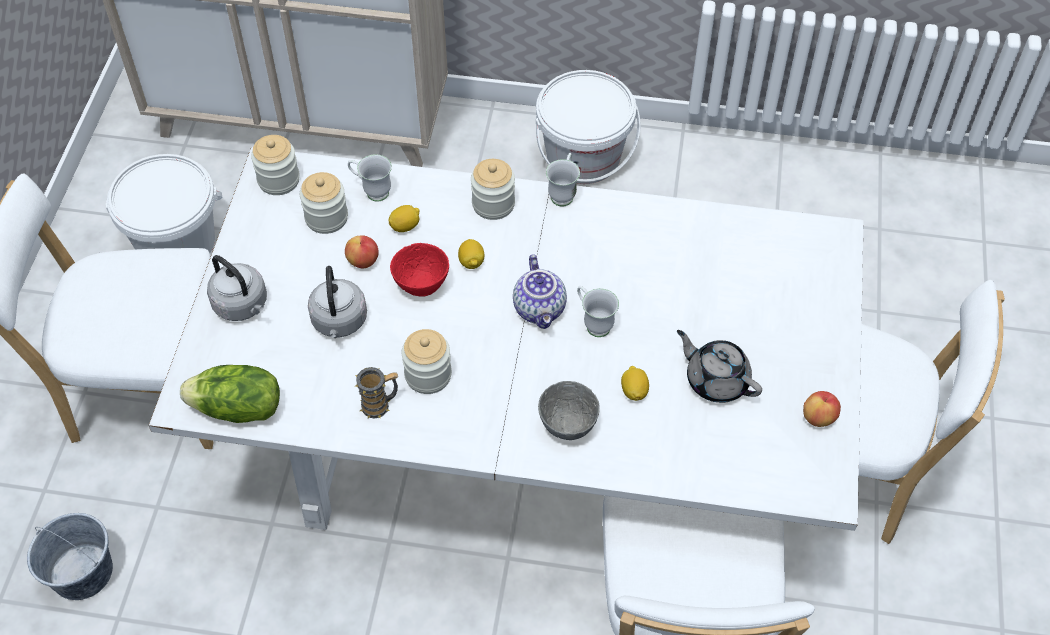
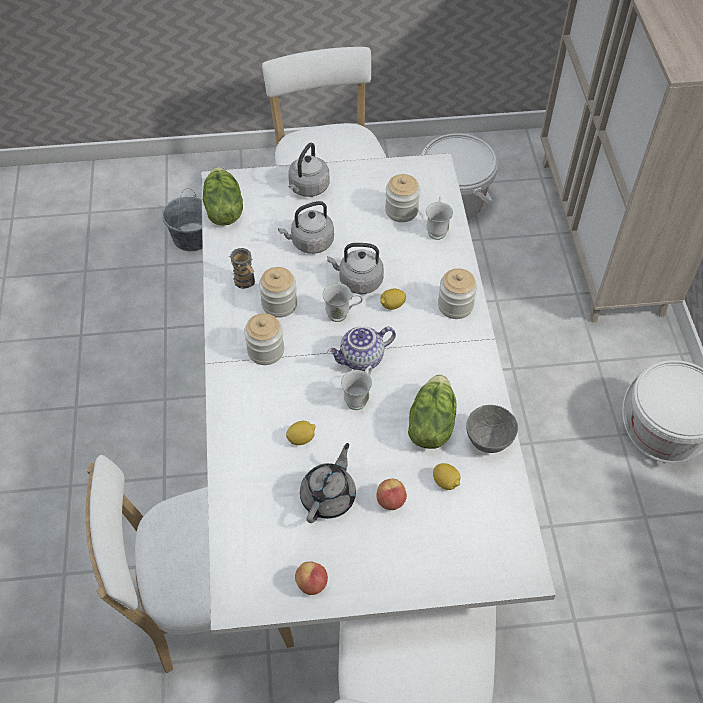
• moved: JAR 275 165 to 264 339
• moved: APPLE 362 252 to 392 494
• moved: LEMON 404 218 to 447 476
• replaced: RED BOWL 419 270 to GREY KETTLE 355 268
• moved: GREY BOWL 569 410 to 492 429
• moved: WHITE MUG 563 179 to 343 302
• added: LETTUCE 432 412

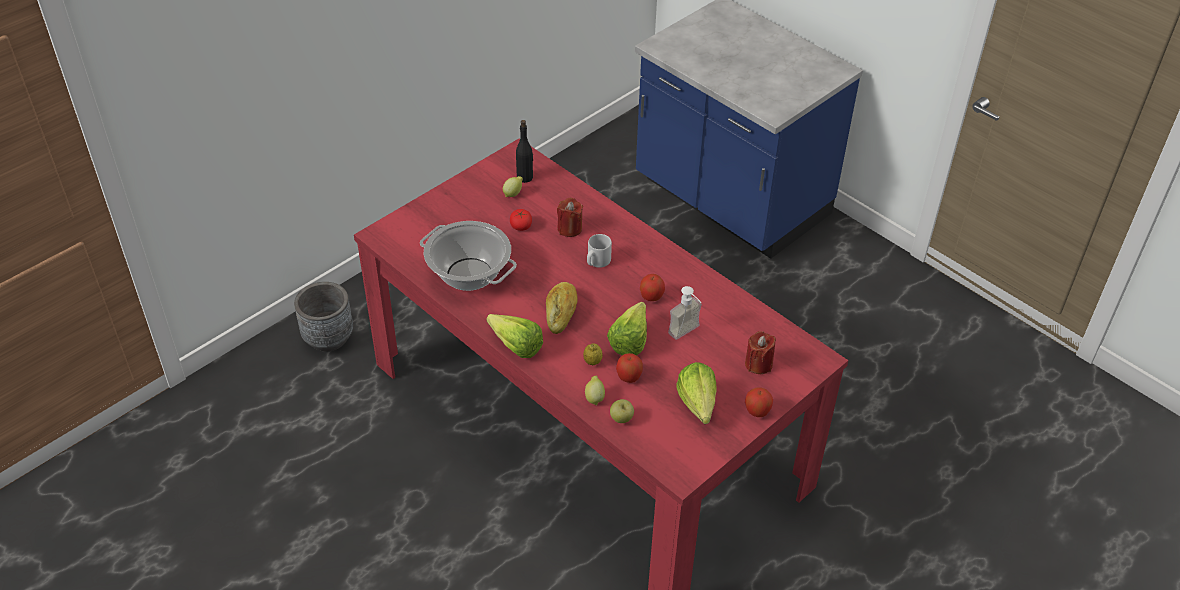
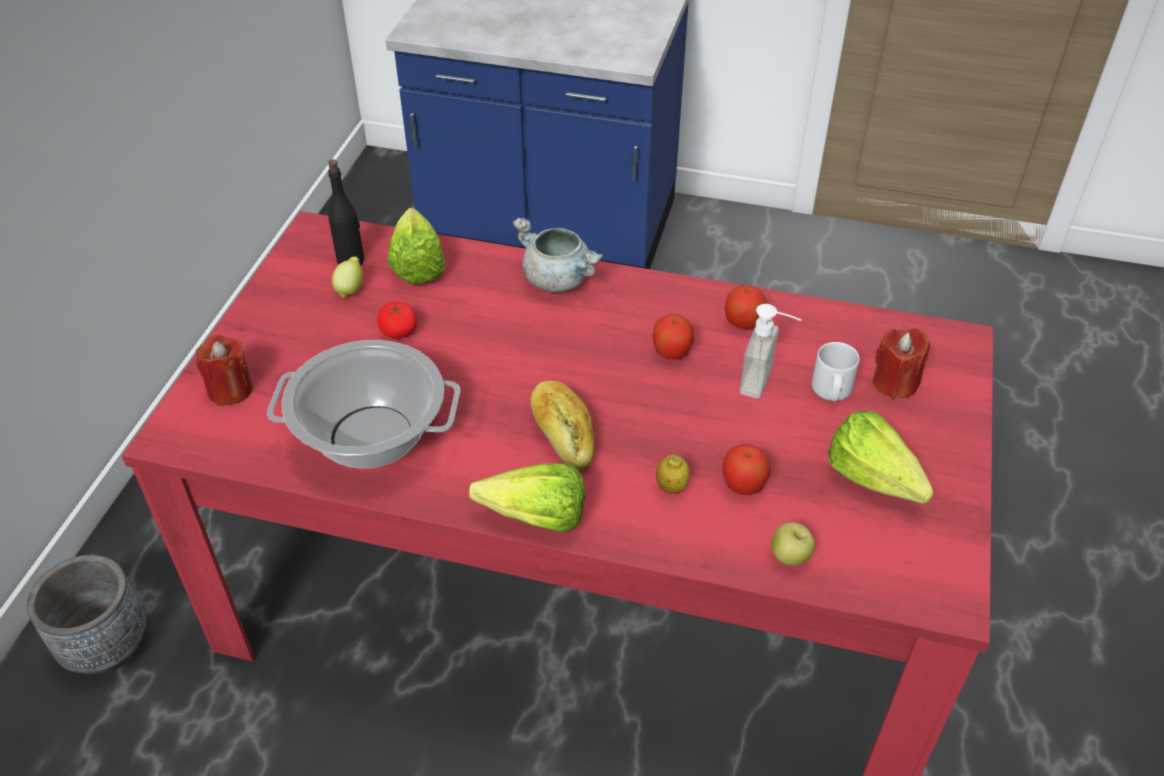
• moved: RED CANDLE 570 217 to 224 370
• removed: LEMON 595 391
• moved: GREY MUG 599 251 to 836 371
• moved: LETTUCE 627 328 to 417 246
• moved: APPLE 759 402 to 745 307
• added: GREY COOKING POT 557 255

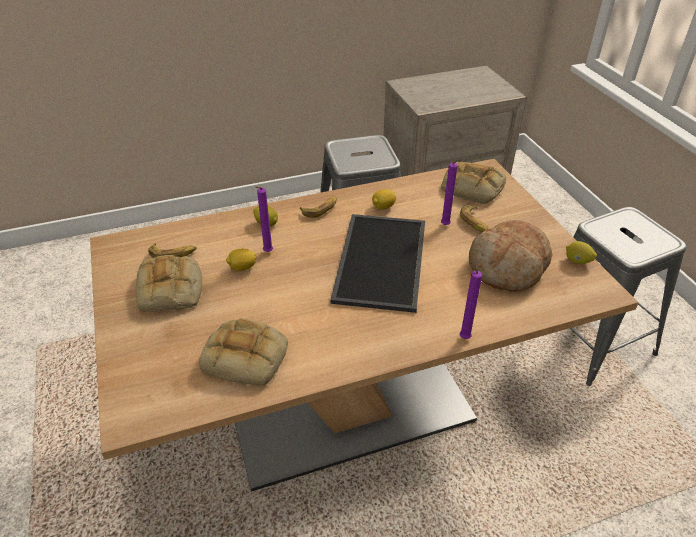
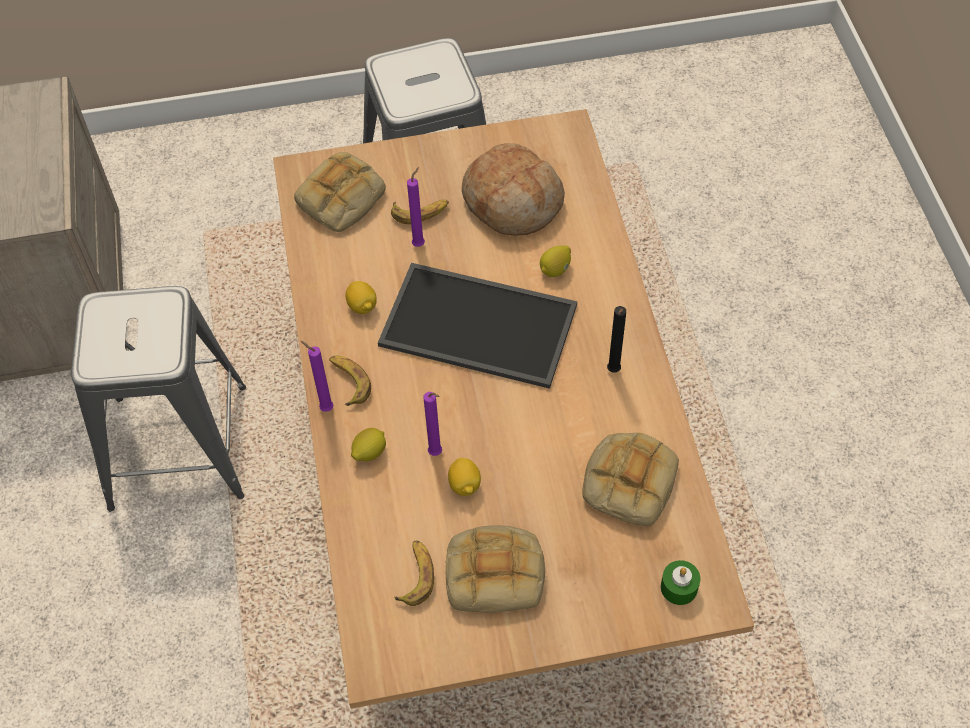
• moved: PURPLE CANDLE 471 299 to 317 376
• moved: LEMON 581 252 to 555 261
• added: BLACK CANDLE 616 339
• added: GREEN CANDLE 680 582

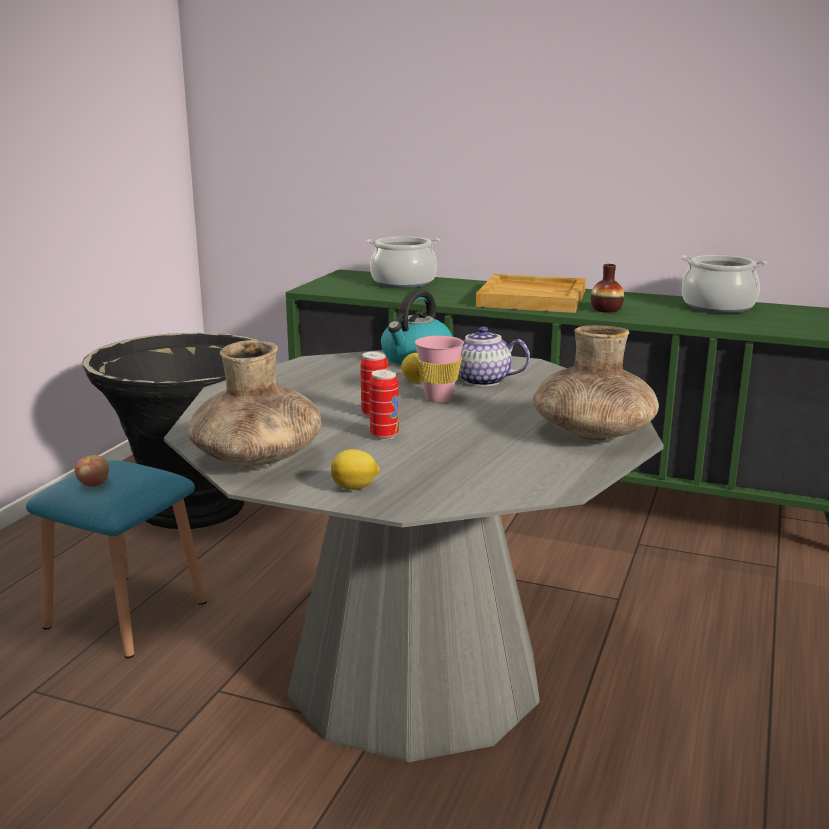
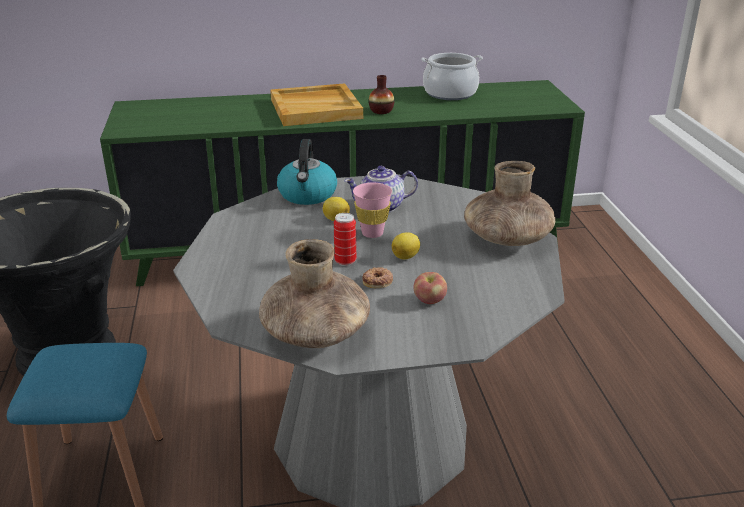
• moved: APPLE 91 471 to 430 288
• moved: LEMON 355 469 to 406 246
• removed: COOKING POT 403 262
• replaced: CAN 384 405 to DONUT 377 277

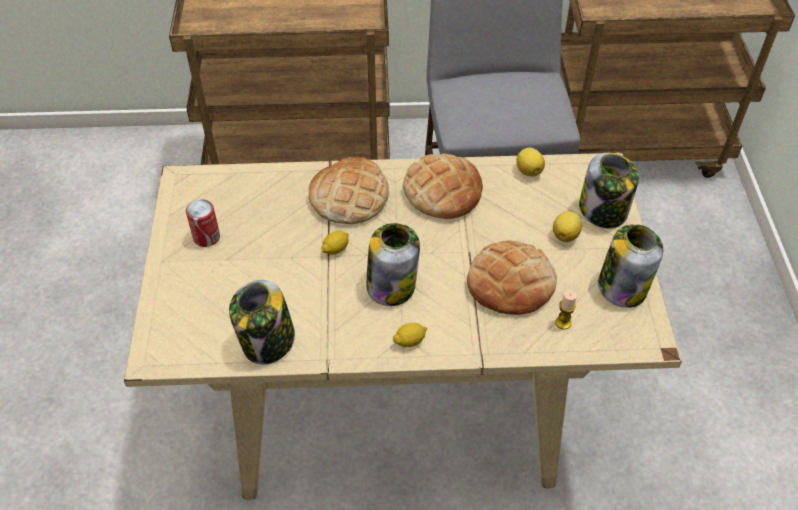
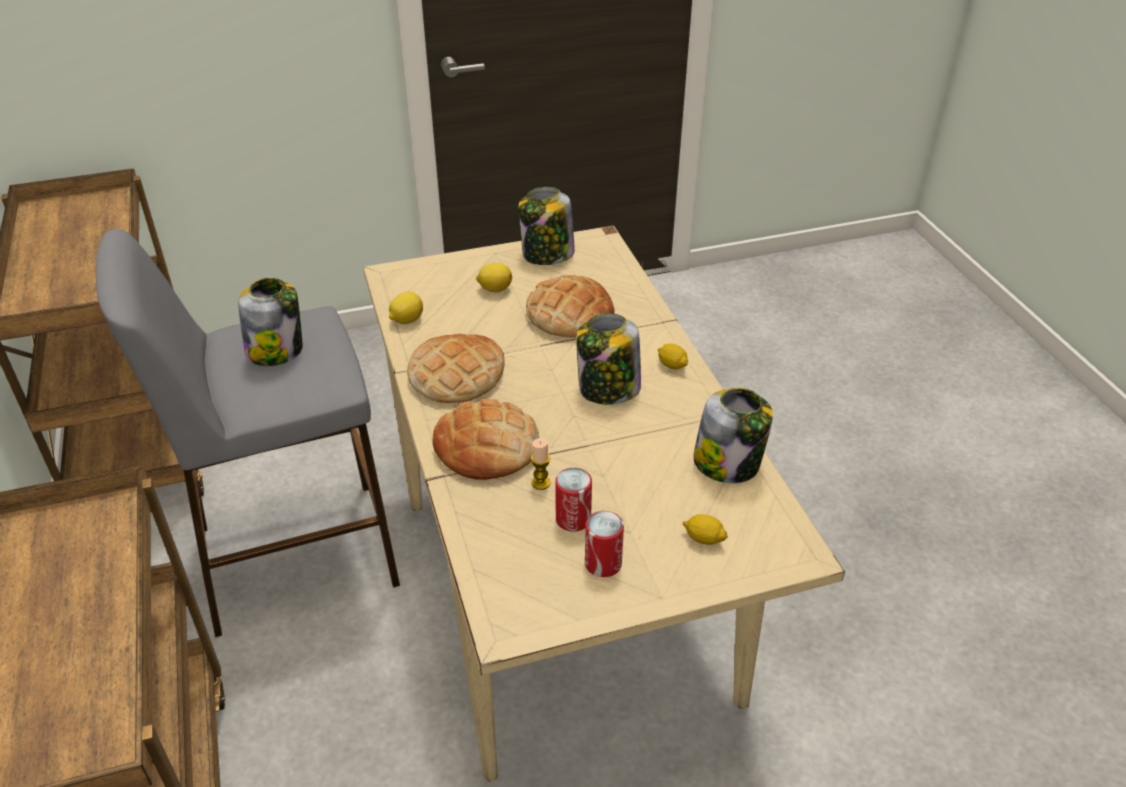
• moved: LEMON 335 243 to 705 529
• moved: CANDLE 566 309 to 540 464
• moved: JAR 609 190 to 270 322
• added: CAN 573 500

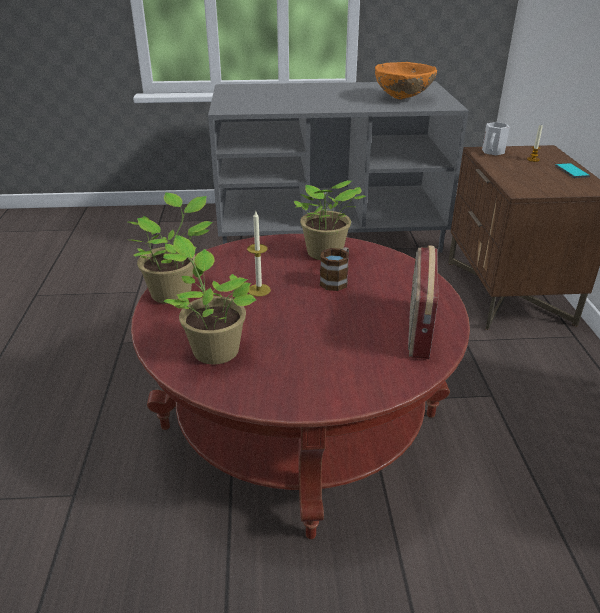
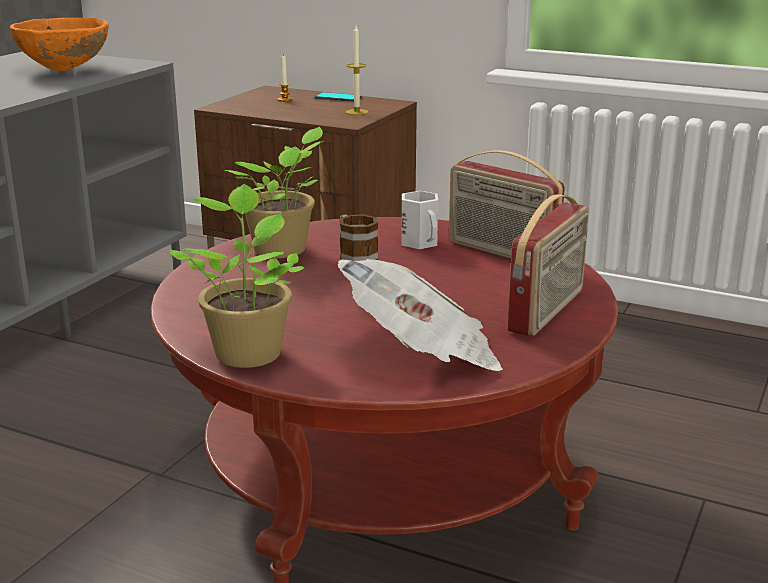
• replaced: POTTED PLANT 209 299 to NEWSPAPER 420 315
• moved: CANDLE 259 254 to 357 70
• moved: WHITE MUG 496 138 to 419 220
• added: RADIO 548 265

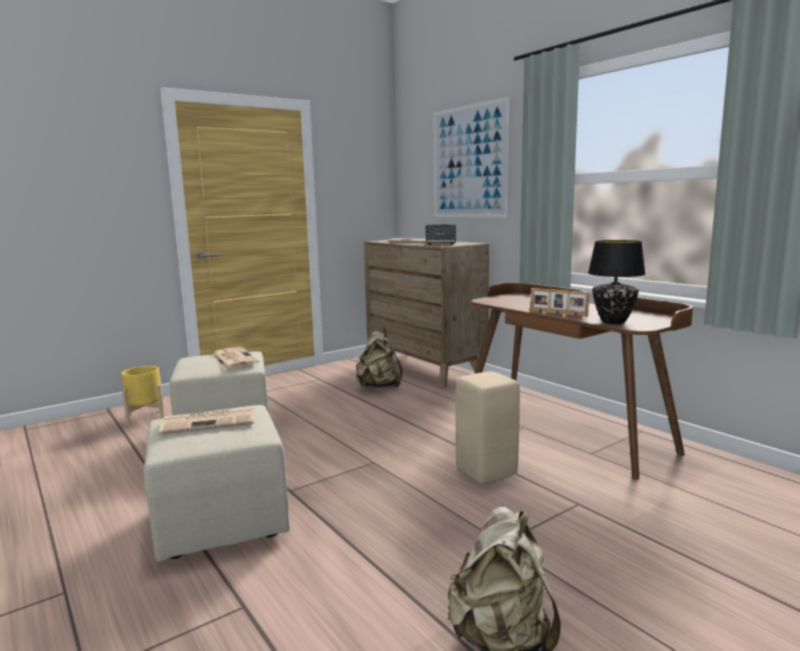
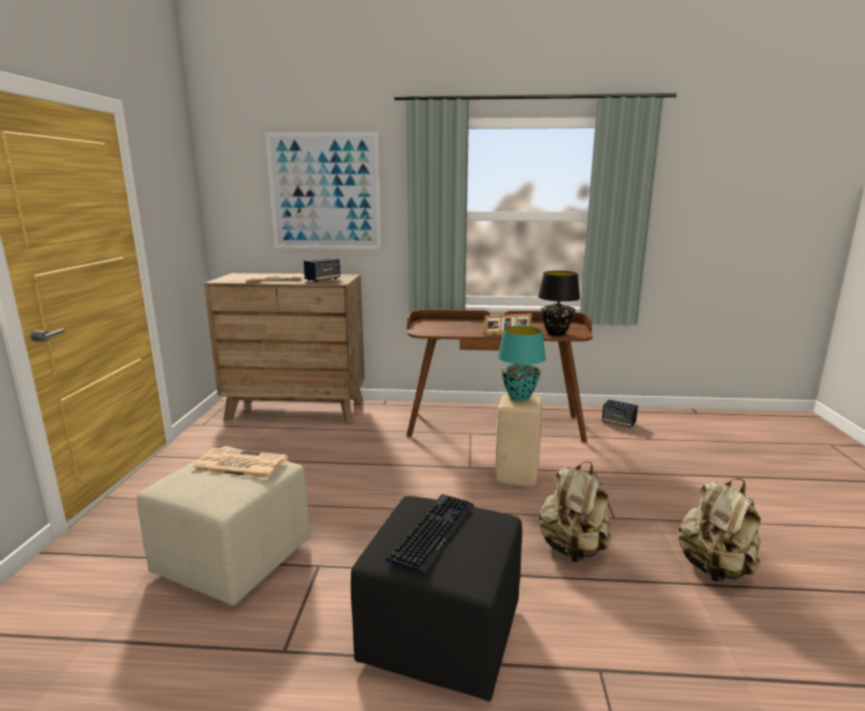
• removed: YELLOW PLANTER 142 396
• recoloured: BEIGE OTTOMAN 217 483 to BLACK OTTOMAN 436 599
• replaced: NEWSPAPER 206 420 to KEYBOARD 430 534
• moved: BEIGE BACKPACK 379 358 to 575 511
• added: TURQUOISE TABLE LAMP 522 363
• added: SPEAKER 620 413

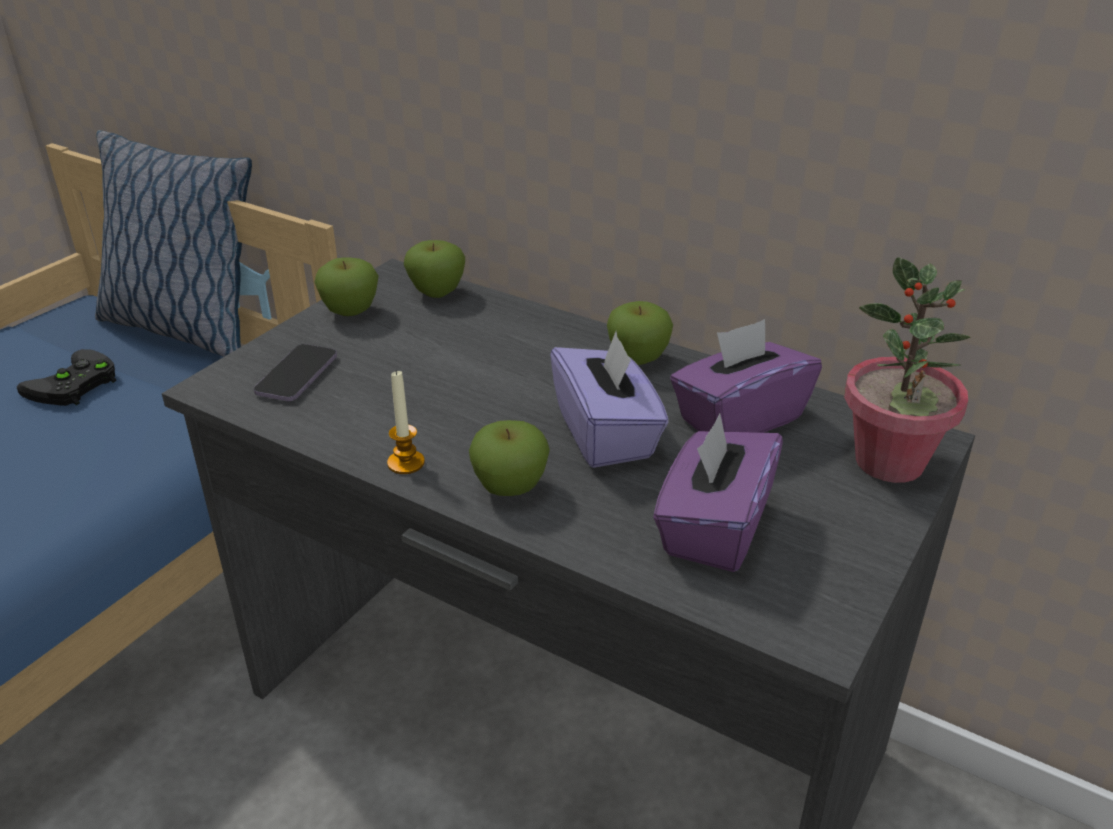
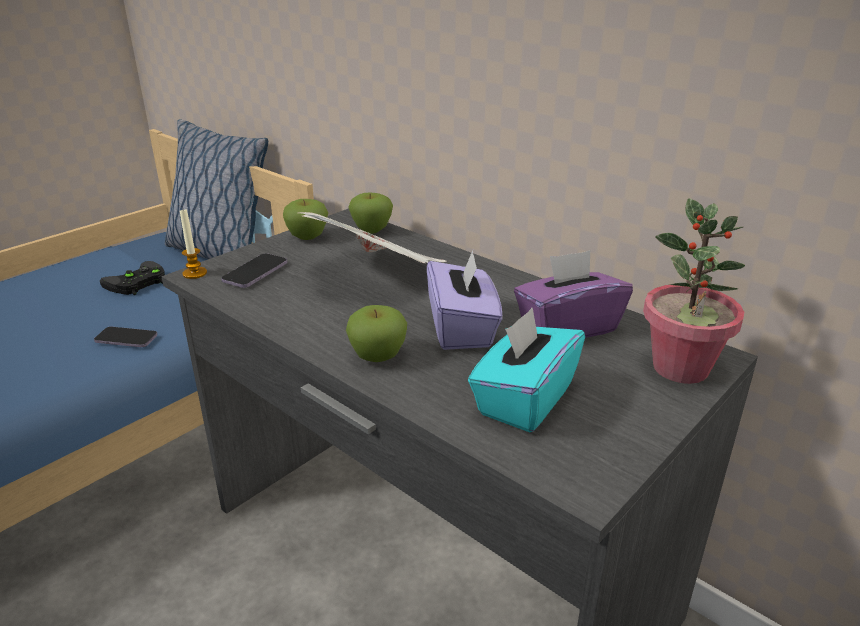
• moved: CANDLE 406 422 to 193 244
• removed: APPLE 640 333
• recoloured: PURPLE TISSUE BOX 718 493 to TURQUOISE TISSUE BOX 526 369
• added: PHONE 126 337
• added: NEWSPAPER 373 237

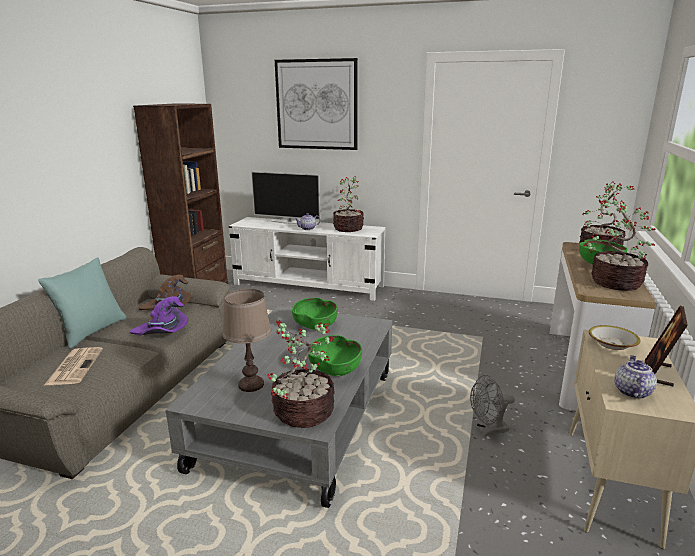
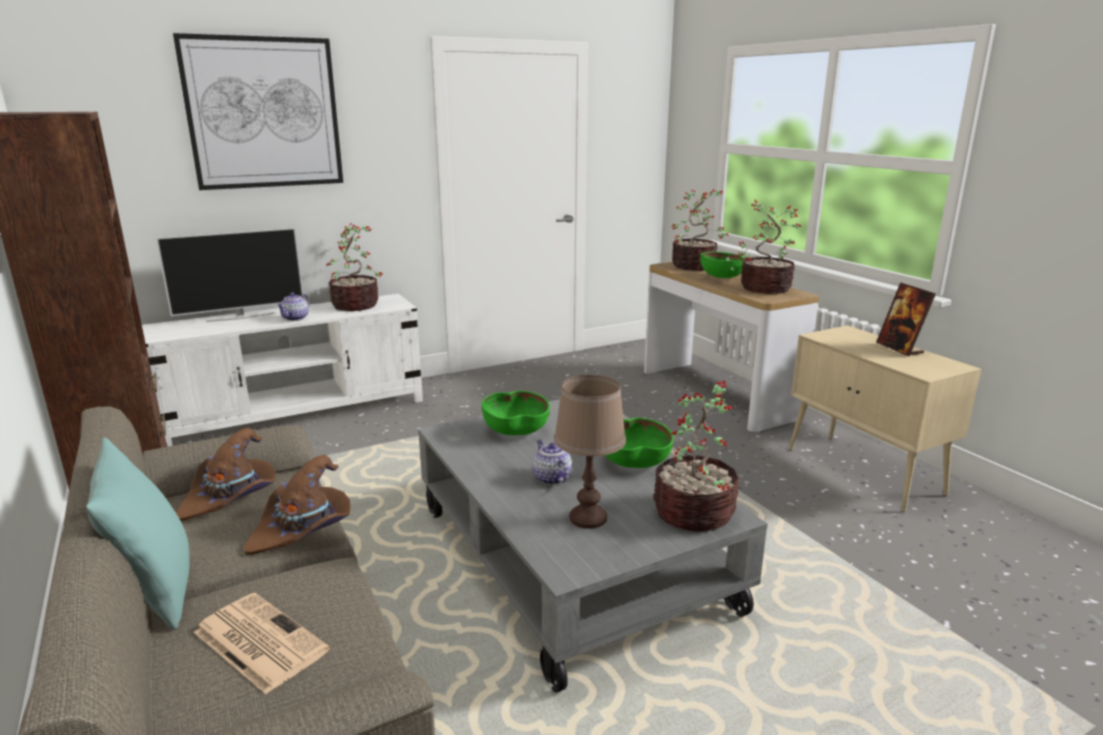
• recoloured: PURPLE HAT 159 315 to BROWN HAT 297 505
• removed: GREY FAN 492 405
• removed: BOWL 614 337
• moved: TEAPOT 635 377 to 552 462

